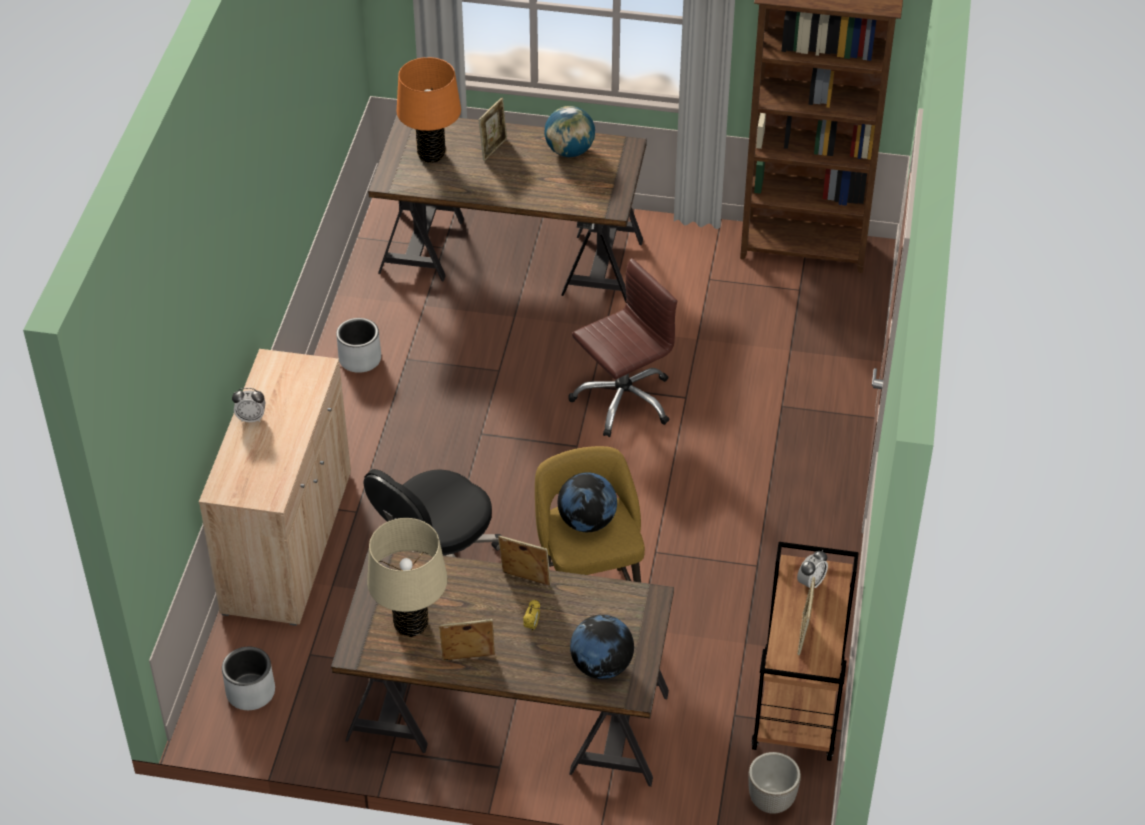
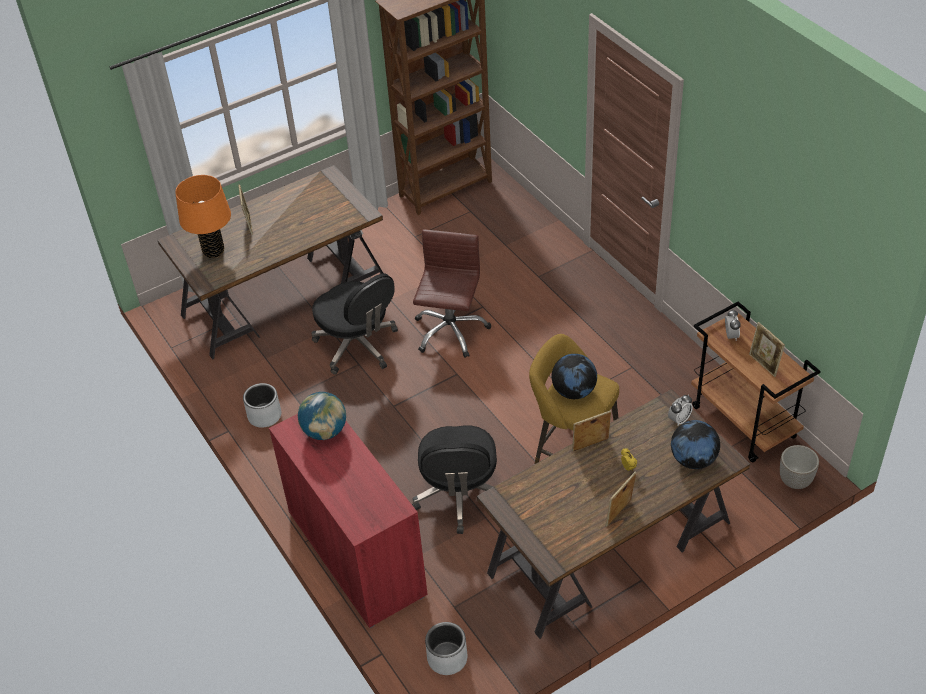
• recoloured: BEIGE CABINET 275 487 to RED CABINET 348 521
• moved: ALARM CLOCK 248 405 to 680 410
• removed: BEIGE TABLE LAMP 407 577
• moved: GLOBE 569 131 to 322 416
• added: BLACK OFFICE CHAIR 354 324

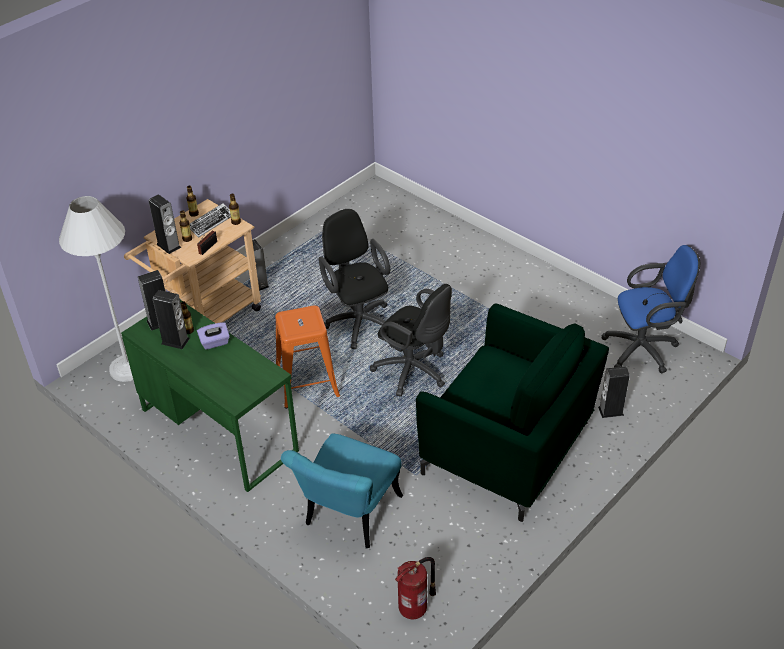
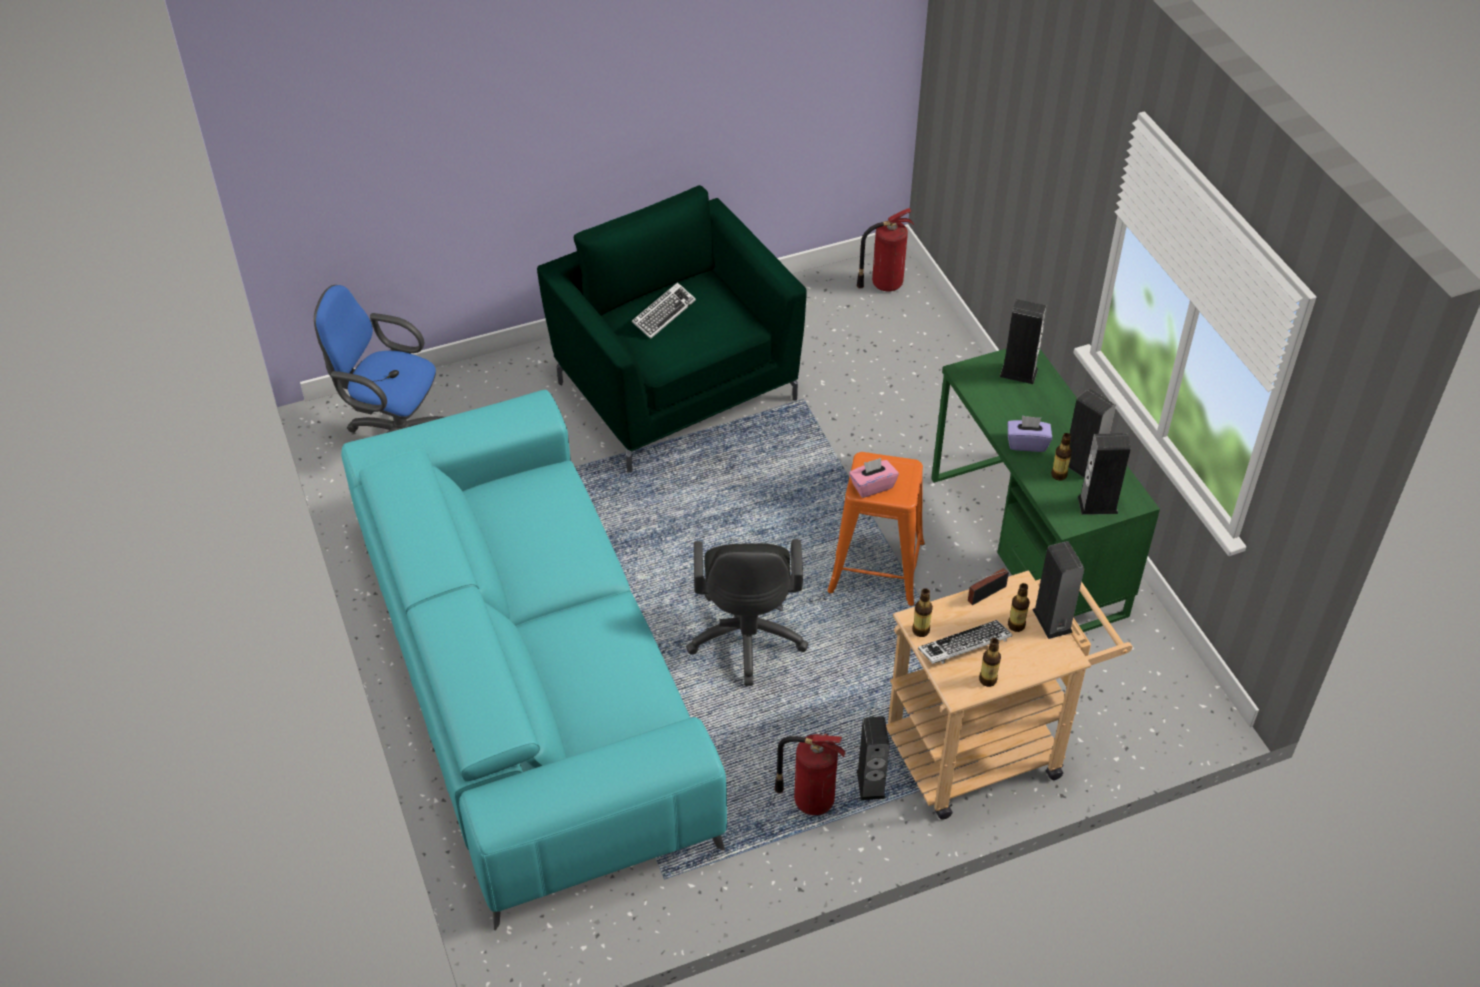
• removed: WHITE FLOOR LAMP 96 289
• removed: TURQUOISE CHAIR 342 491
• removed: BLACK OFFICE CHAIR 411 340
• moved: SPEAKER 614 392 to 1023 341
• added: TURQUOISE SOFA 534 660
• added: KEYBOARD 663 310
• added: FIRE EXTINGUISHER 810 774
• added: PINK TISSUE BOX 874 478

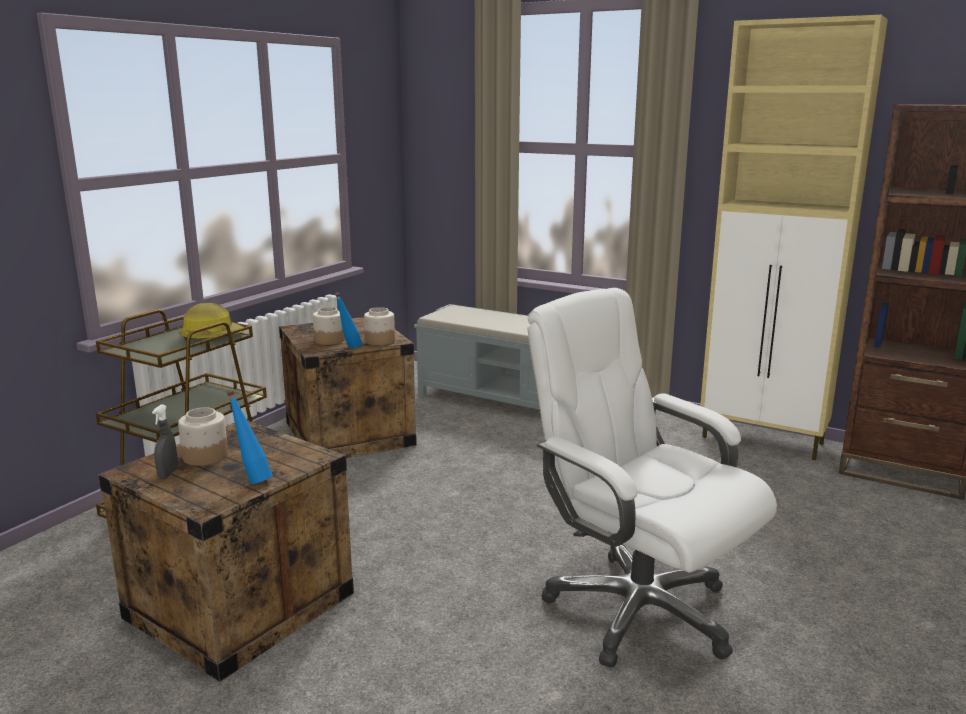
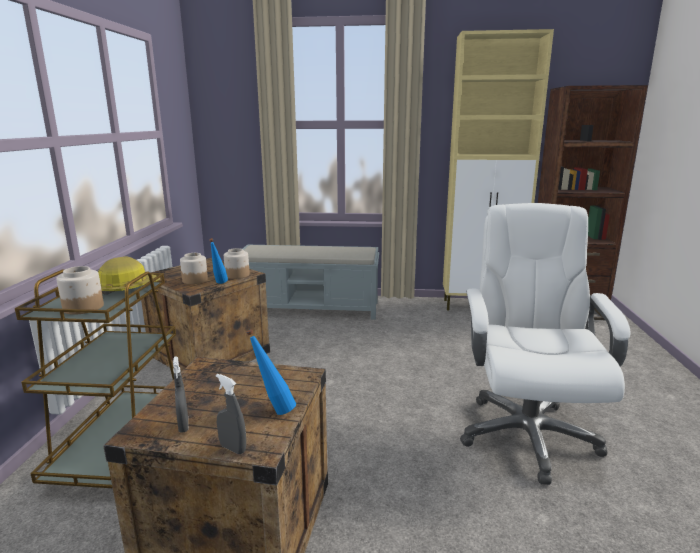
• moved: JAR 203 436 to 80 290
• turned: WHITE OFFICE CHAIR 652 478 = 545 344 75 degrees clockwise
• added: GREY SPRAY BOTTLE 231 414

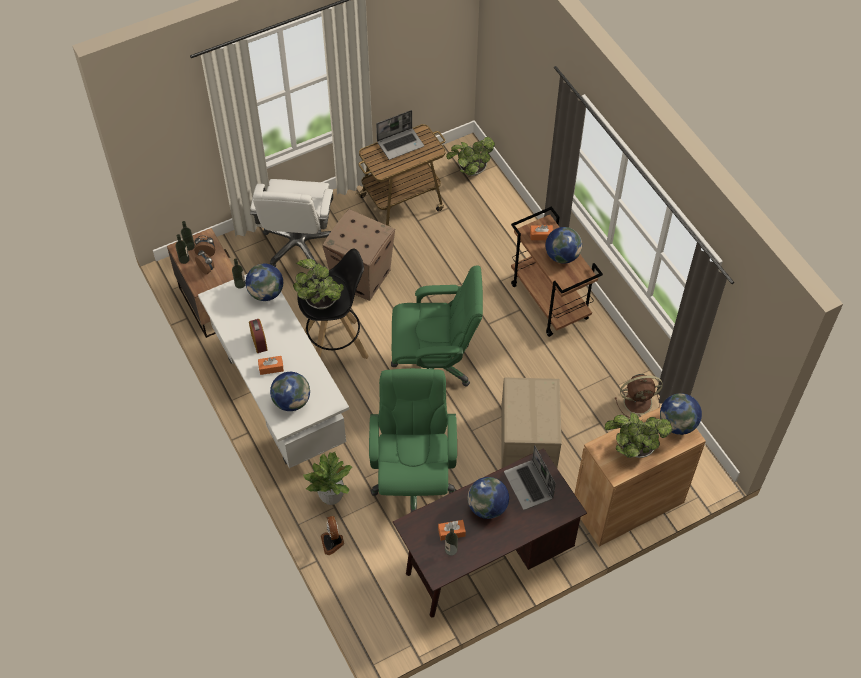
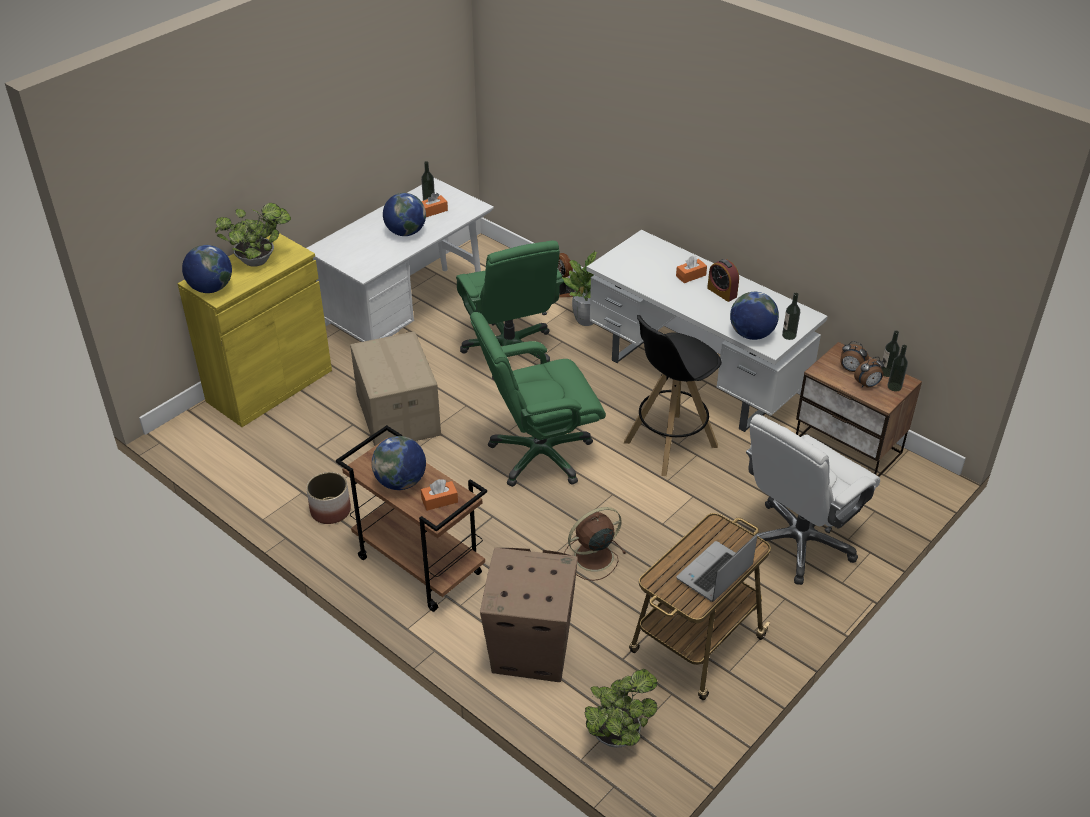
• turned: WHITE OFFICE CHAIR 291 224 = 813 499 120 degrees counterclockwise
• removed: GLOBE 290 391
• removed: POTTED PLANT 318 284
• moved: CARDBOARD BOX 358 255 to 529 615
• recoloured: BROWN DESK 490 532 to WHITE DESK 400 260
• removed: LAPTOP 530 477
• recoloured: BROWN CABINET 640 476 to YELLOW CABINET 254 330
• moved: BROWN FAN 639 396 to 595 544
• added: PLANTER 328 498

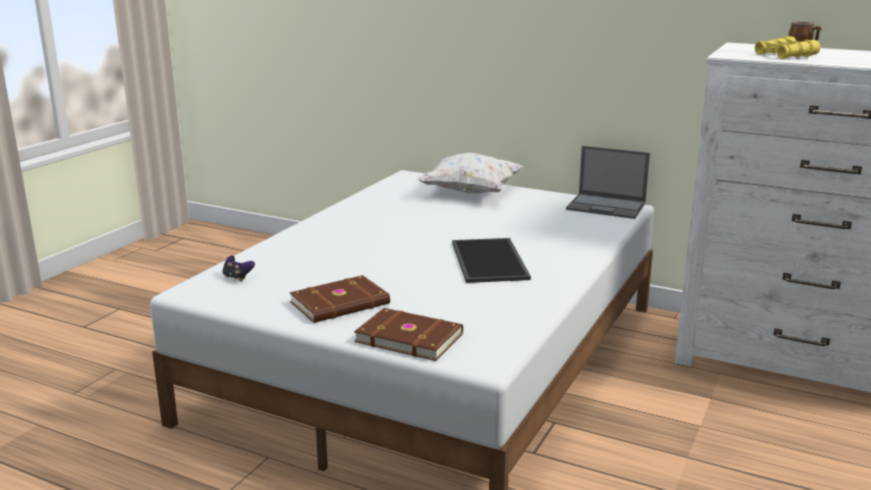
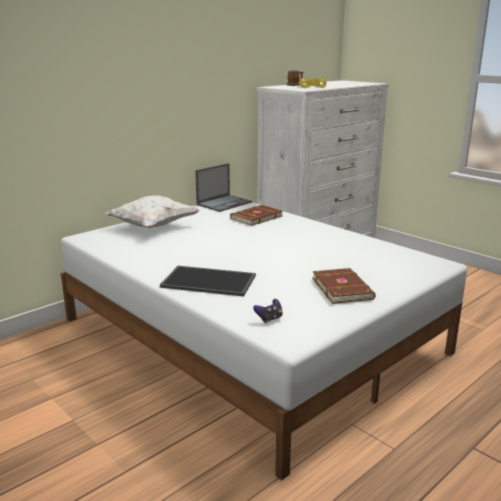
• moved: BROWN BOOK 408 334 to 256 215
• moved: TRAY 491 260 to 208 281

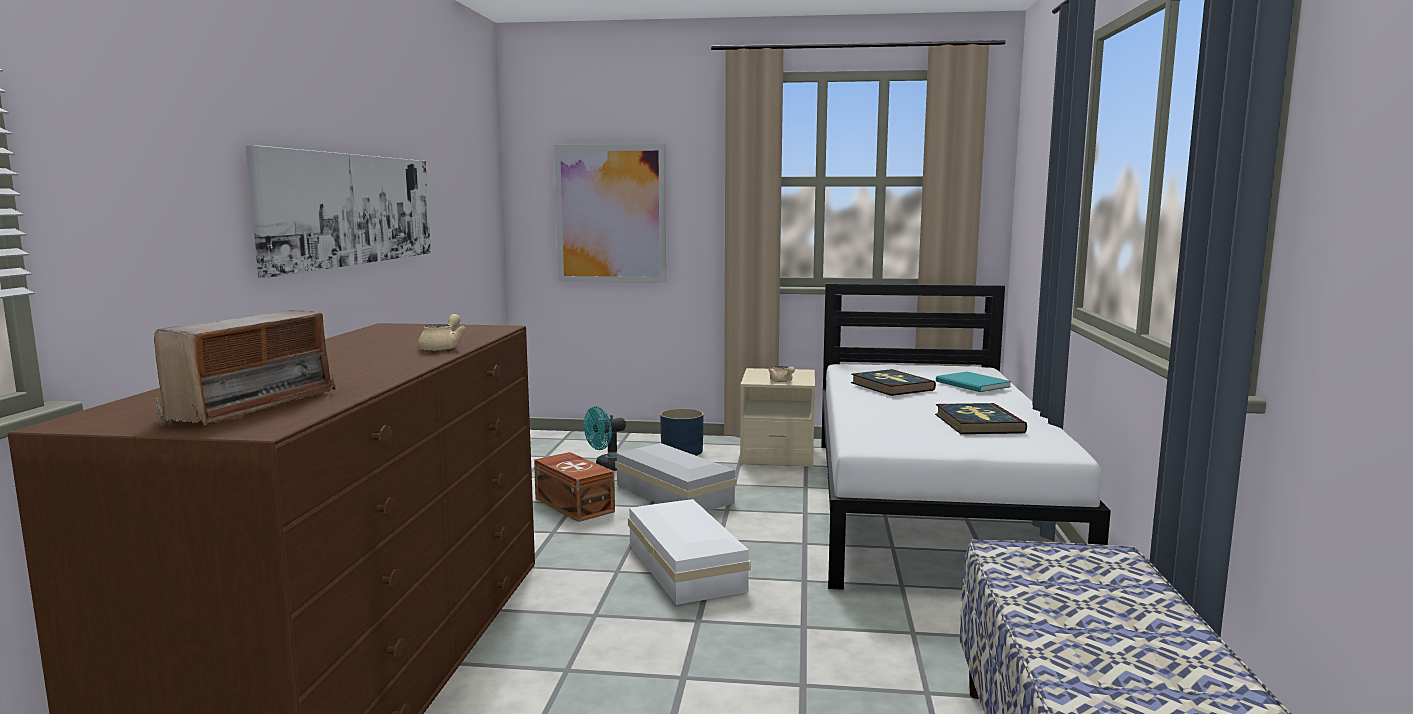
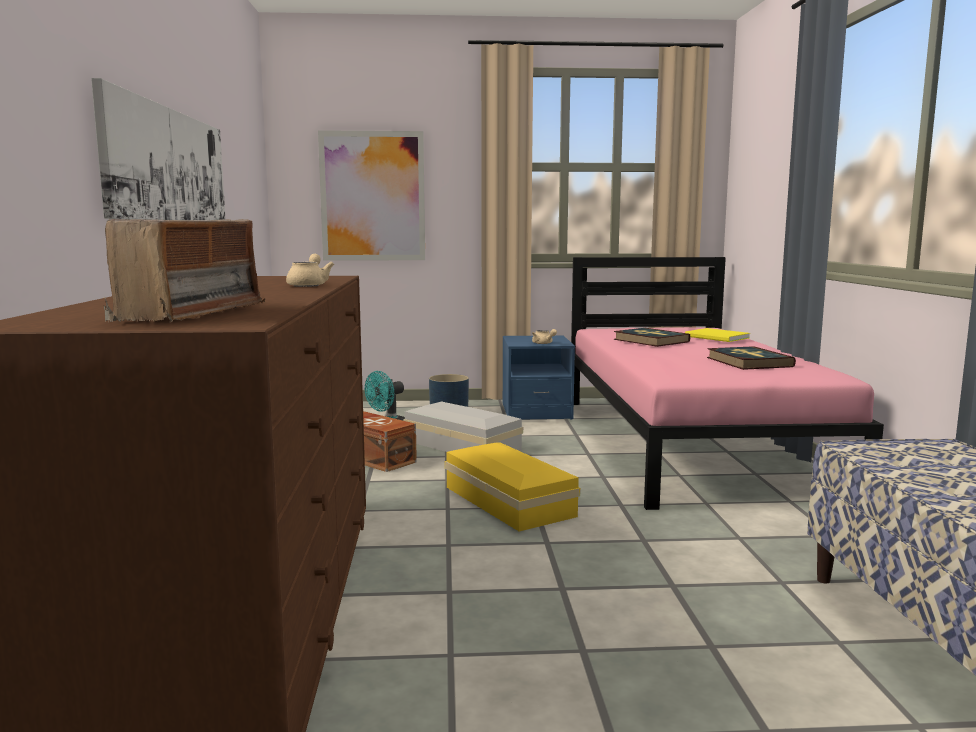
• recoloured: WHITE STORAGE BOX 689 552 to YELLOW STORAGE BOX 512 487
• recoloured: BEIGE NIGHTSTAND 777 417 to BLUE NIGHTSTAND 539 377
• recoloured: WHITE BED 966 436 to PINK BED 727 383
• recoloured: TURQUOISE BOOK 974 381 to YELLOW BOOK 717 335

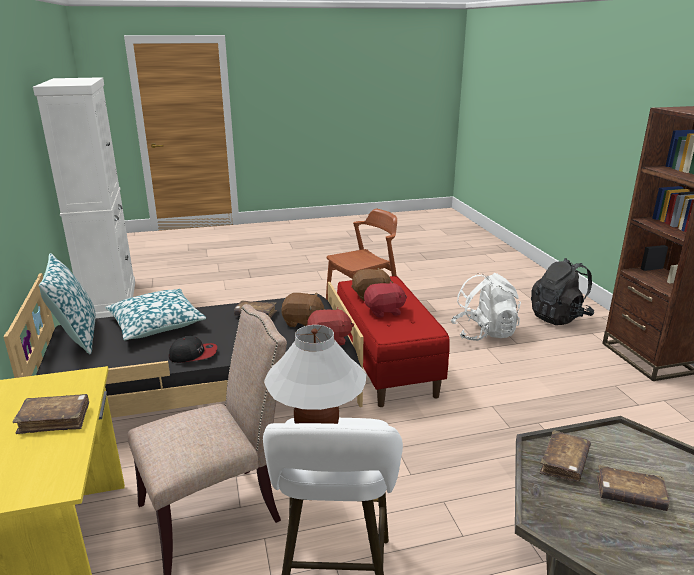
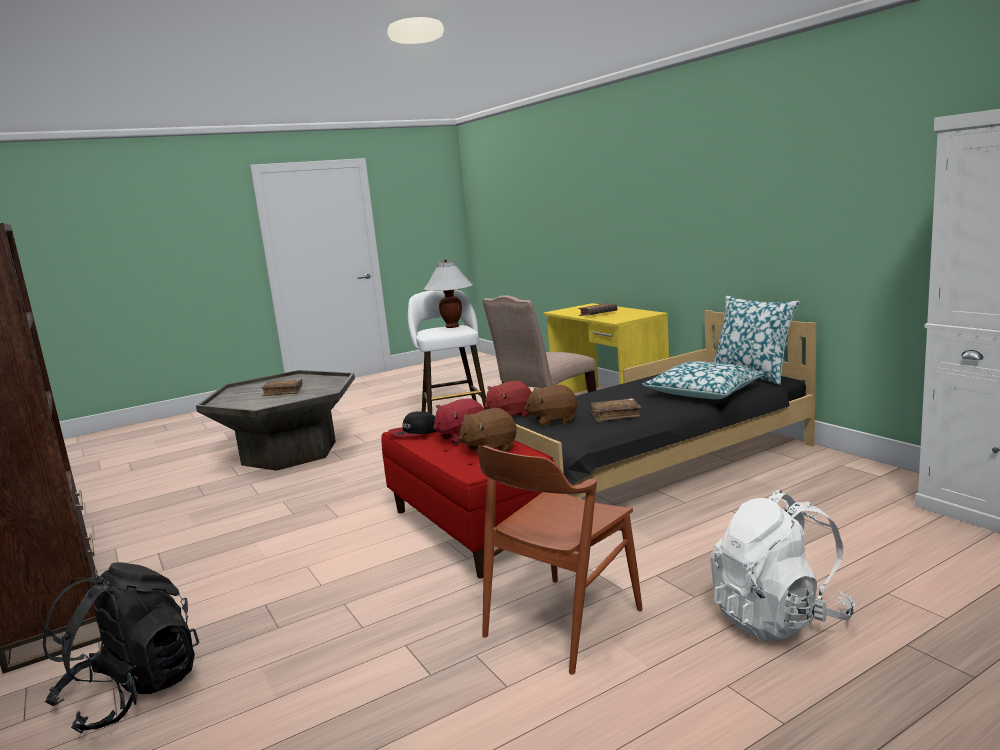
• moved: CAP 193 349 to 413 424
• moved: WHITE BACKPACK 486 307 to 782 565
• removed: BROWN BOOK 565 456

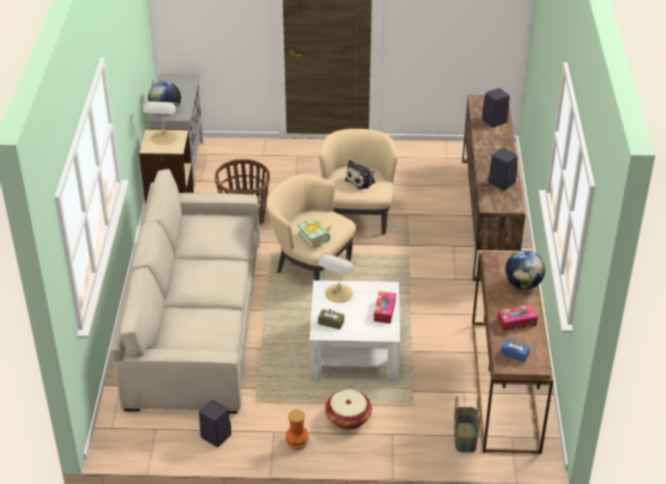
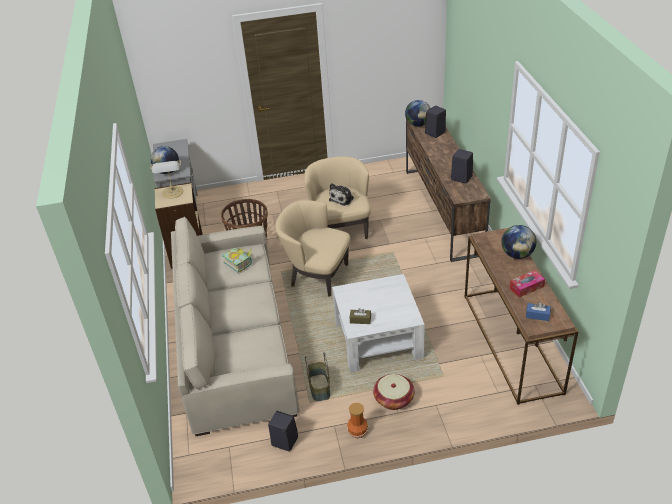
• moved: BOOK 315 234 to 237 260
• removed: TABLE LAMP 338 277
• removed: TISSUE BOX 385 307
• moved: BASKET 467 424 to 317 376
• added: GLOBE 417 113

